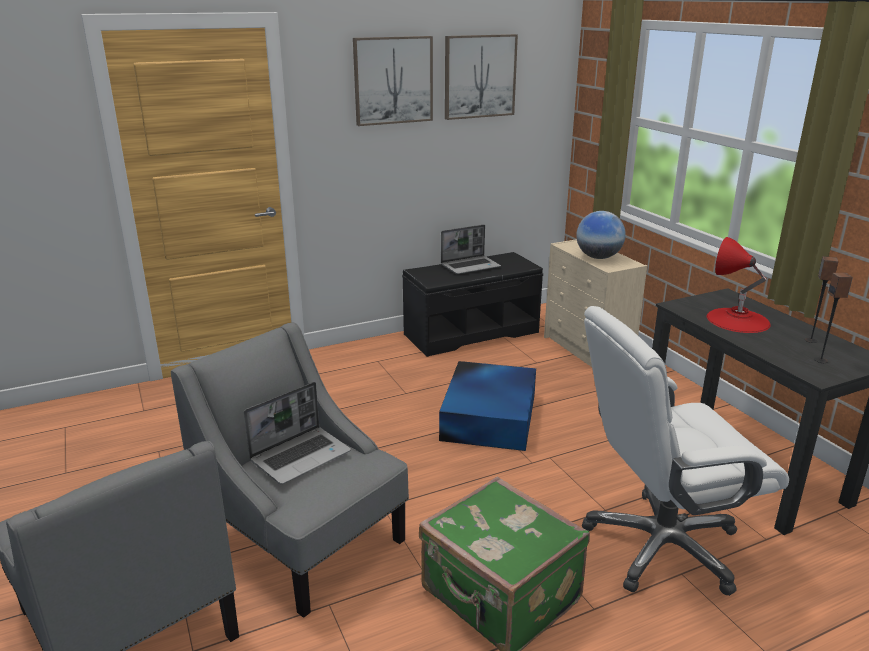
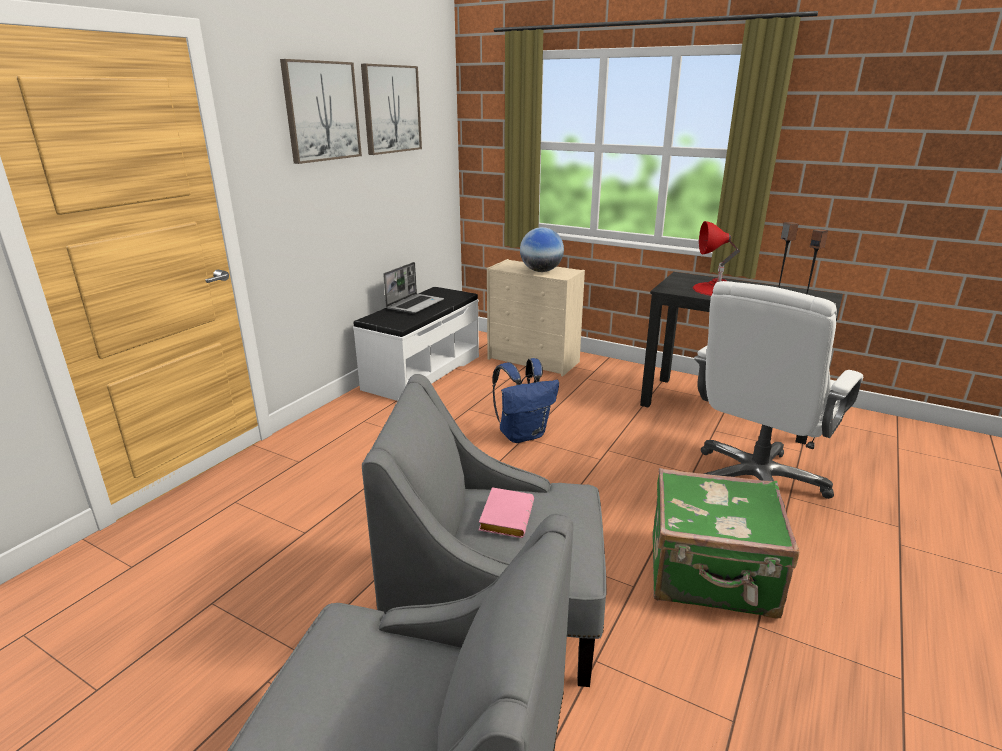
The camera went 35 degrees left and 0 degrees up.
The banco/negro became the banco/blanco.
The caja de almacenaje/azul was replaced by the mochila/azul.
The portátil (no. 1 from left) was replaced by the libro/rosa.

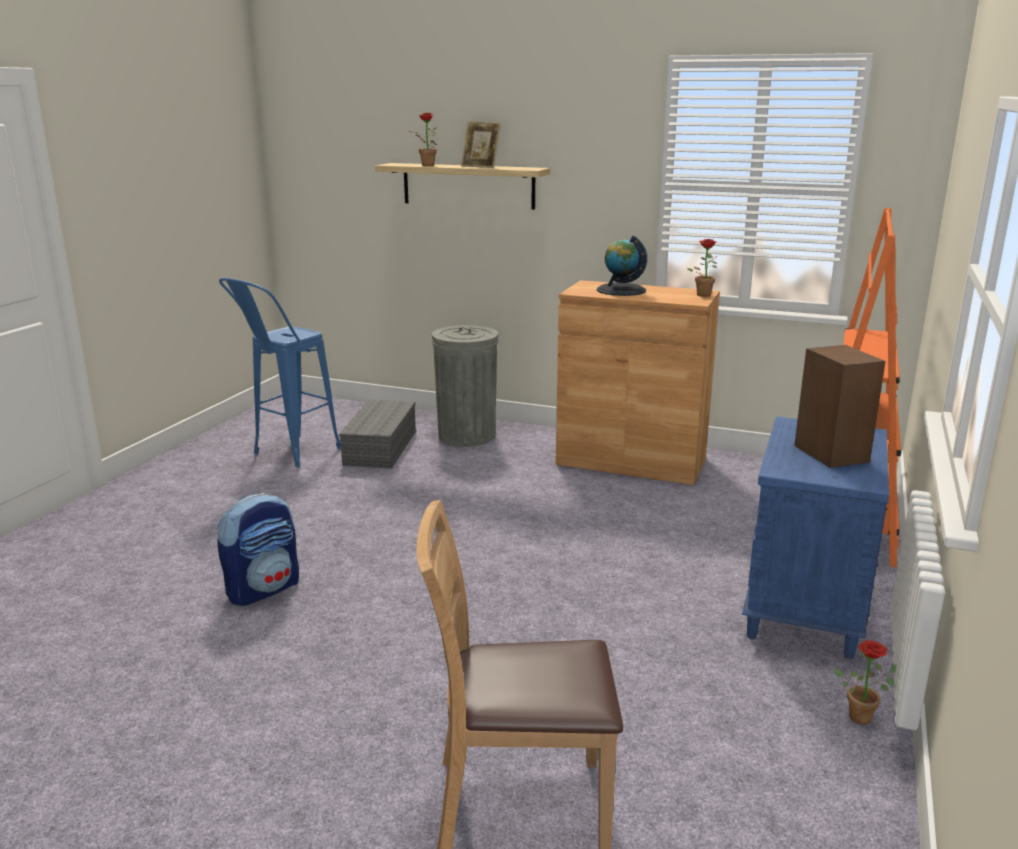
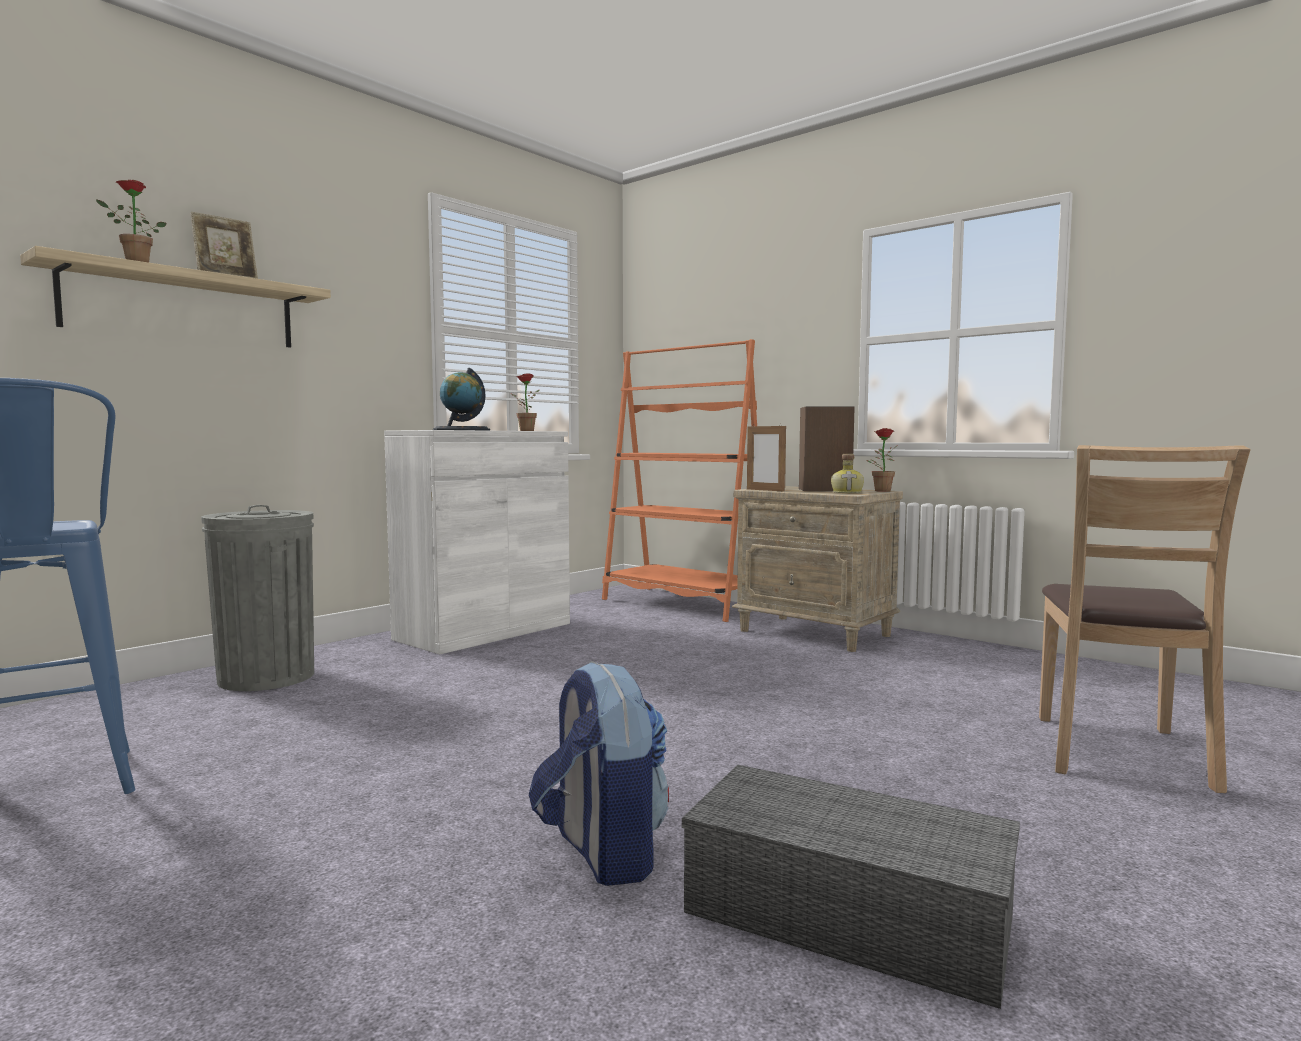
The camera went 70 degrees left and 15 degrees down.
The armario/marrón became the armario/blanco.
The caja de almacenaje/gris moved.
The mesita de noche/azul became the mesita de noche/beis.
The planta en maceta (no. 3 from left) moved.
The portarretratos (no. 2 from left) appeared.
The botella appeared.

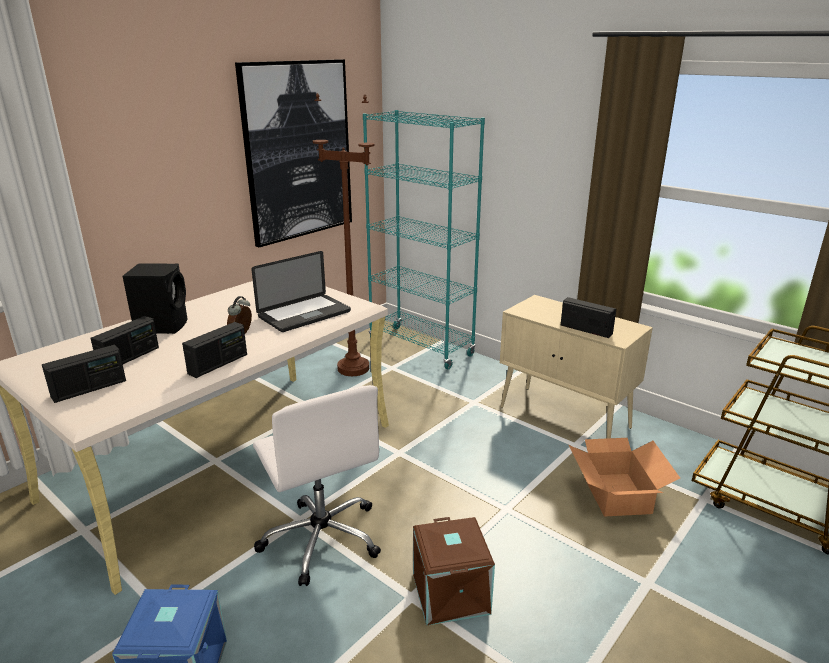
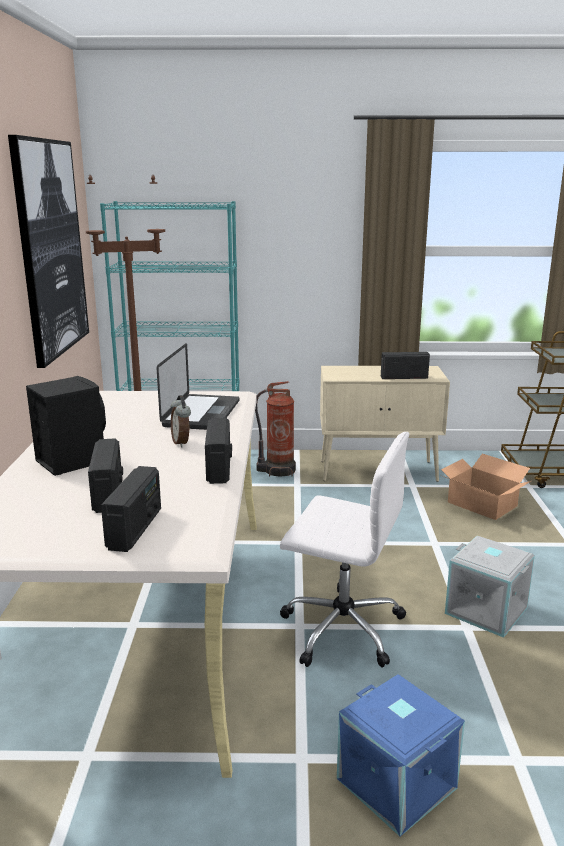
The camera went 40 degrees left and 5 degrees down.
The caja de almacenaje/marrón became the caja de almacenaje/gris.
The extintor appeared.

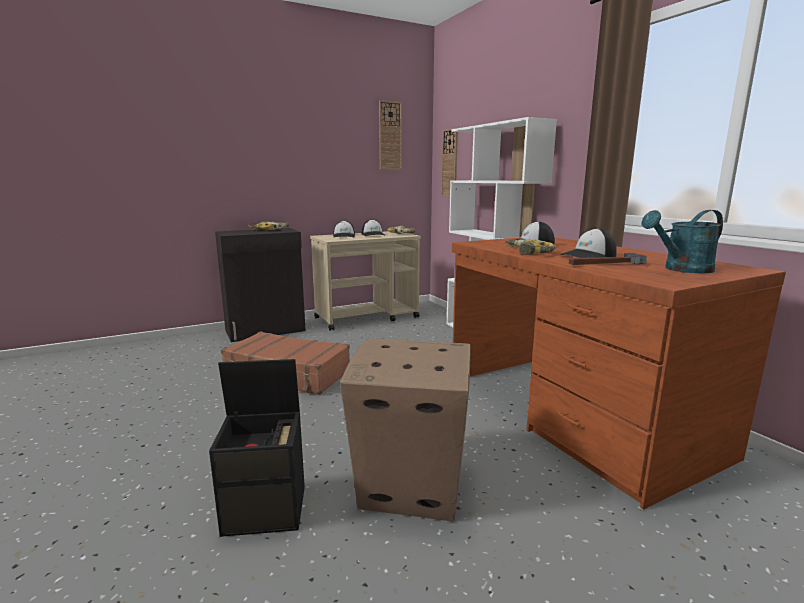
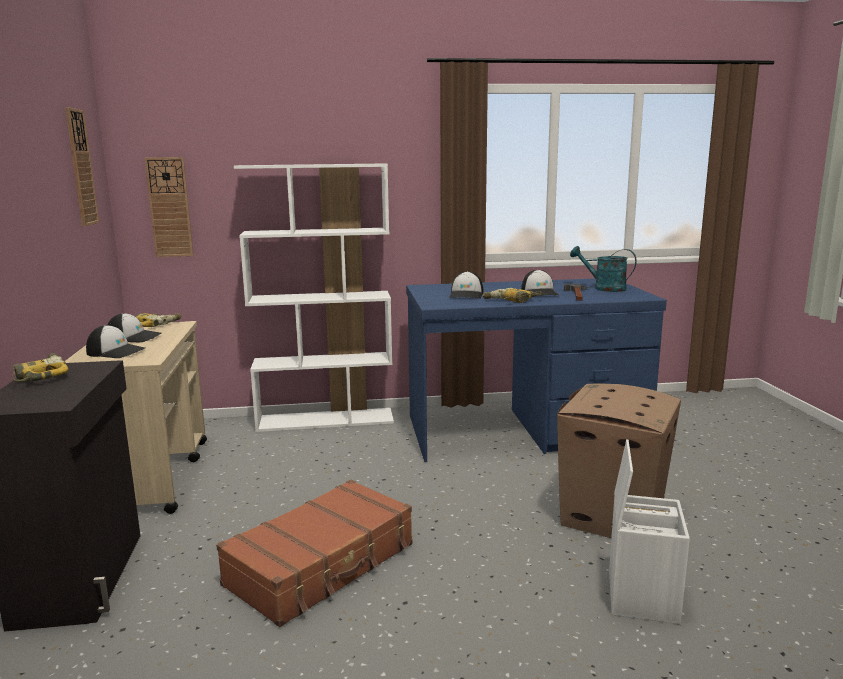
The camera went 70 degrees left and 0 degrees up.
The regadera/turquesa turned 120 degrees clockwise.
The escritorio/marrón became the escritorio/azul.
The caja de almacenaje/negro became the caja de almacenaje/blanco.

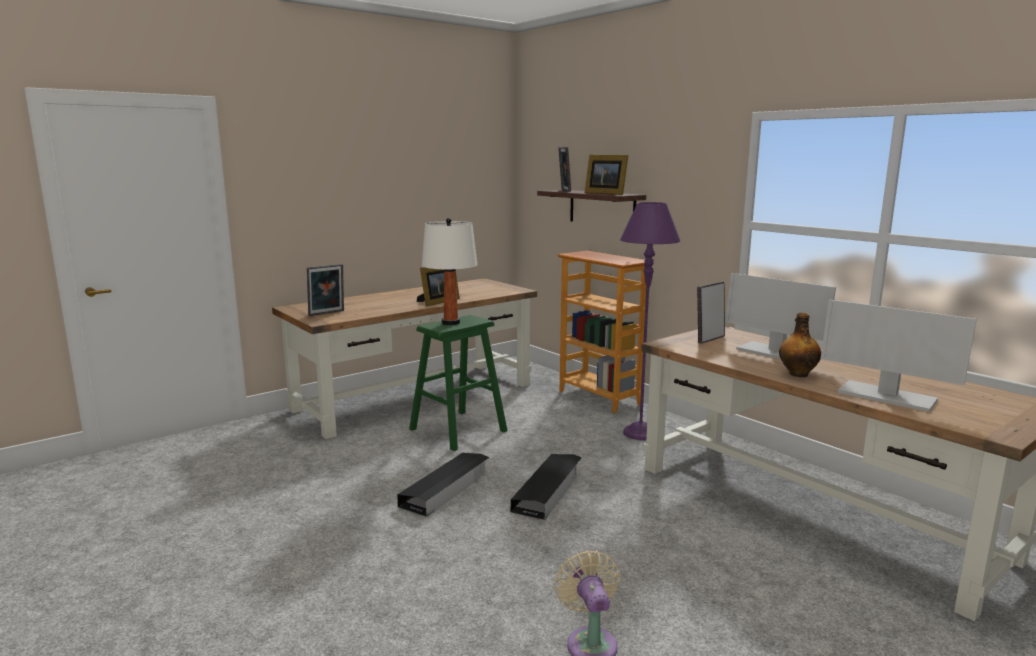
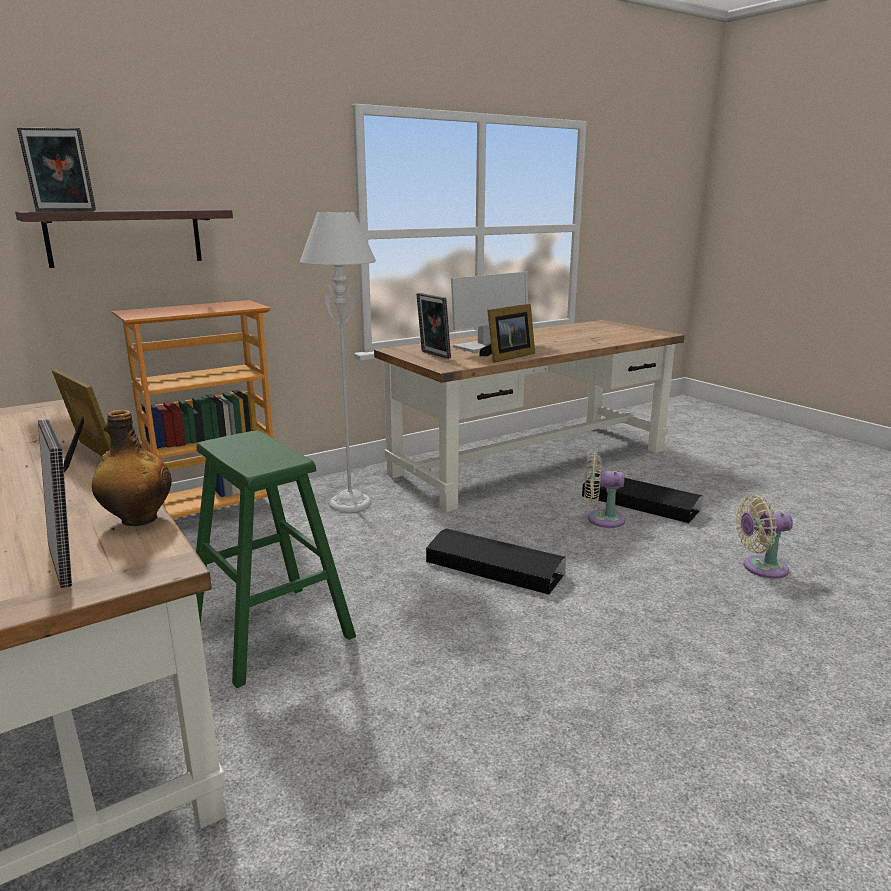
The camera went 85 degrees left and 5 degrees up.
The portarretratos (no. 4 from left in the first image) moved.
The lámpara de pie/morado became the lámpara de pie/gris.
The lámpara de mesa/blanco disappeared.
The monitor (no. 2 from left) disappeared.
The botella moved.
The caja de almacenaje/negro (no. 1 from left in the first image) moved.
The ventilador/beis (no. 1 from left) appeared.

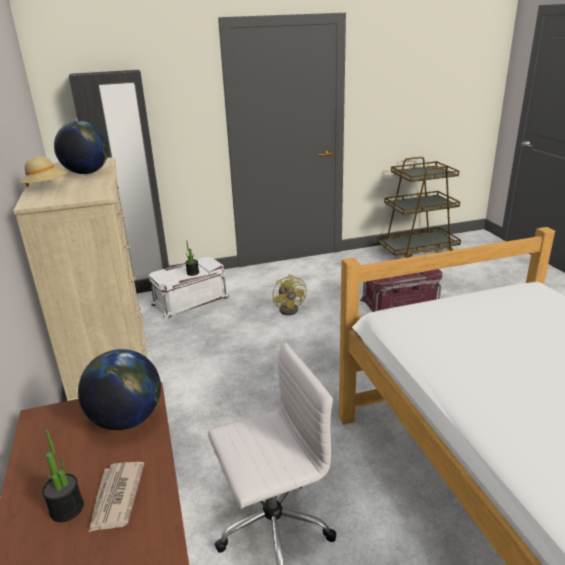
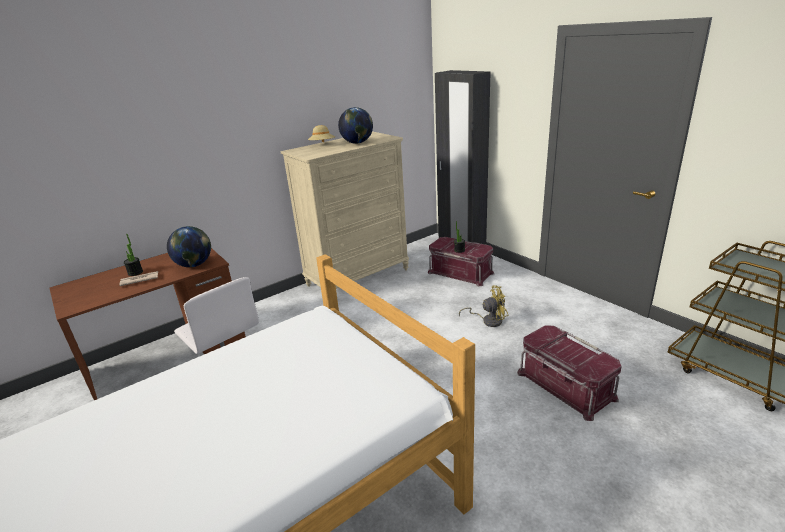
The camera went 70 degrees right and 0 degrees up.
The caja de almacenaje/blanco became the caja de almacenaje/rojo (no. 1 from left).
The ventilador/amarillo turned 150 degrees counterclockwise.

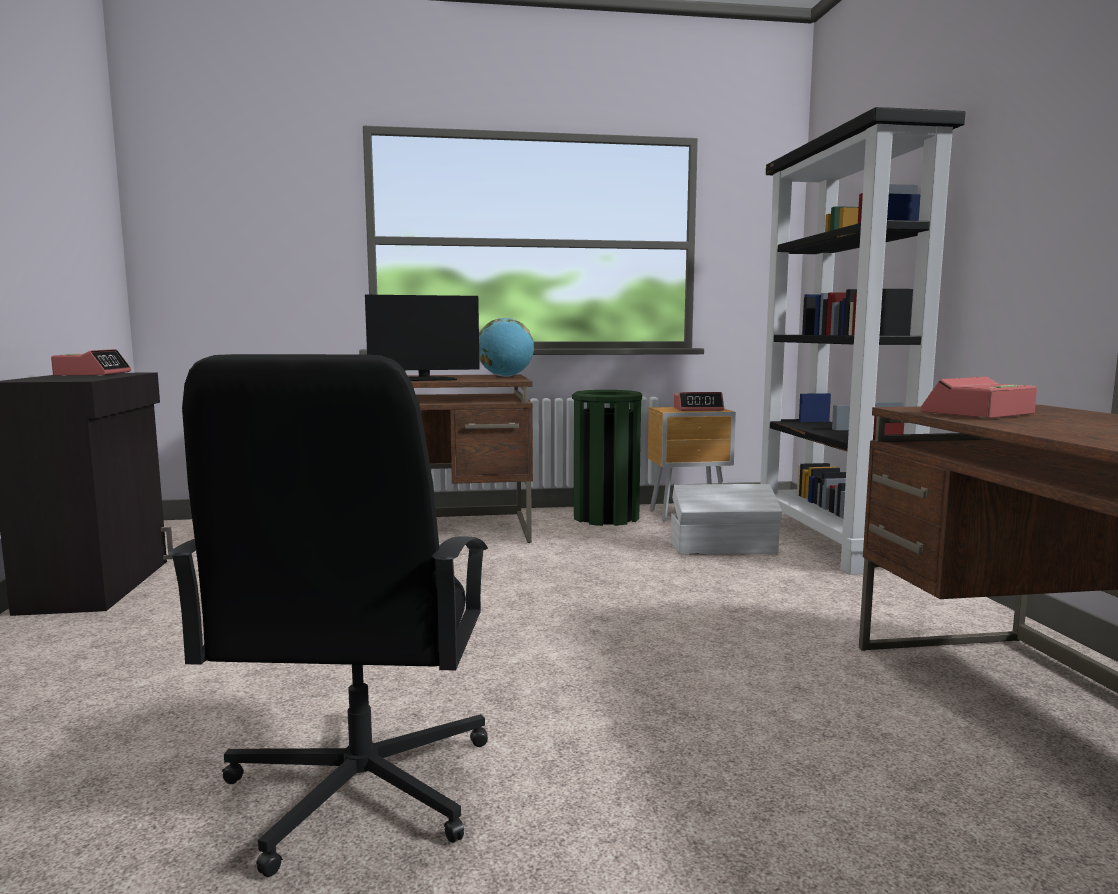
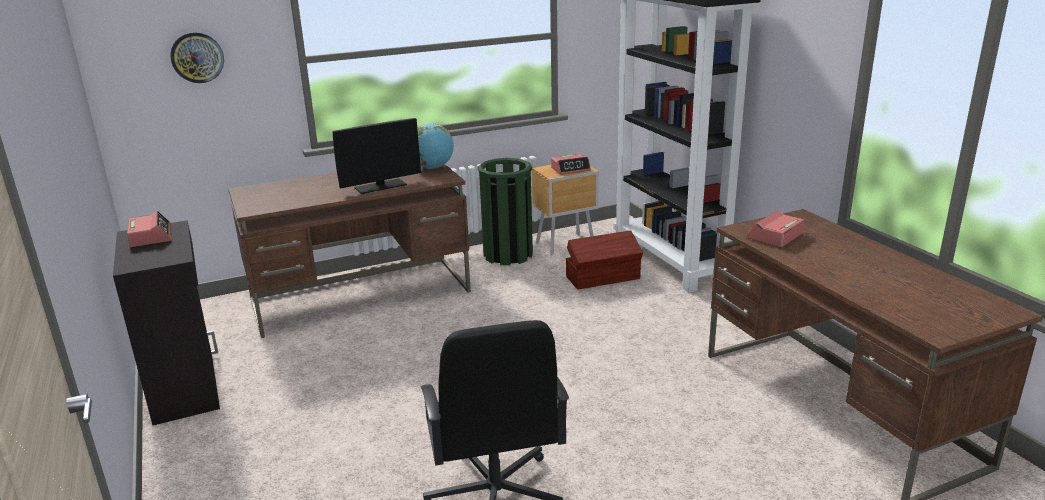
The camera went 15 degrees left and 15 degrees up.
The caja de almacenaje/blanco became the caja de almacenaje/marrón.
The reloj de pared appeared.

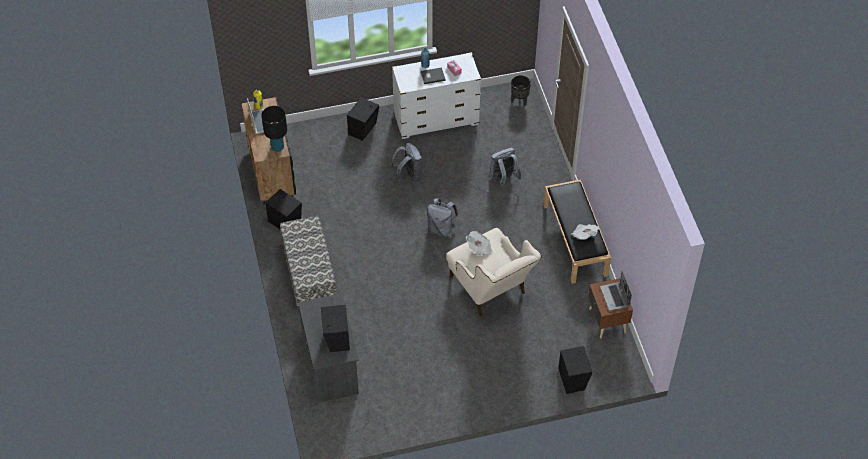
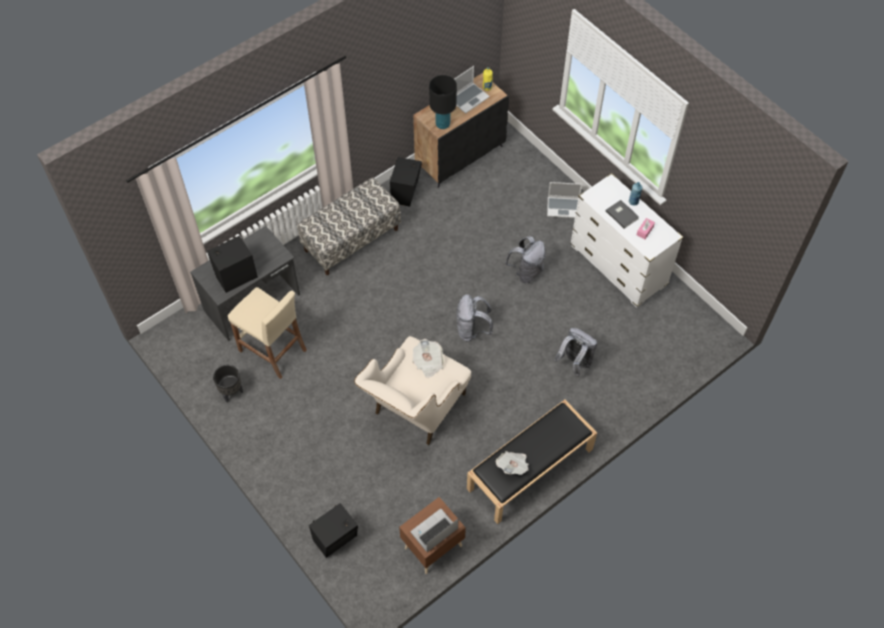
The camera went 65 degrees right and 5 degrees up.
The maceta/negro moved.
The altavoz/negro (no. 3 from left) was replaced by the portátil (no. 3 from left).
The taburete/beis appeared.

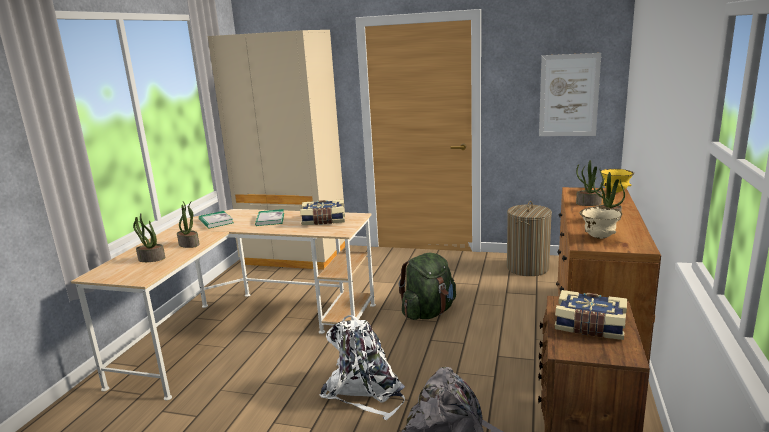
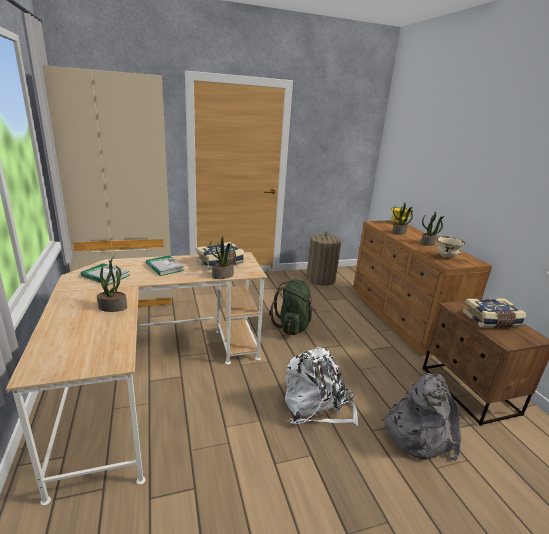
The camera went 35 degrees left and 5 degrees up.
The cuadro disappeared.
The planta en maceta (no. 1 from left in the first image) moved.

